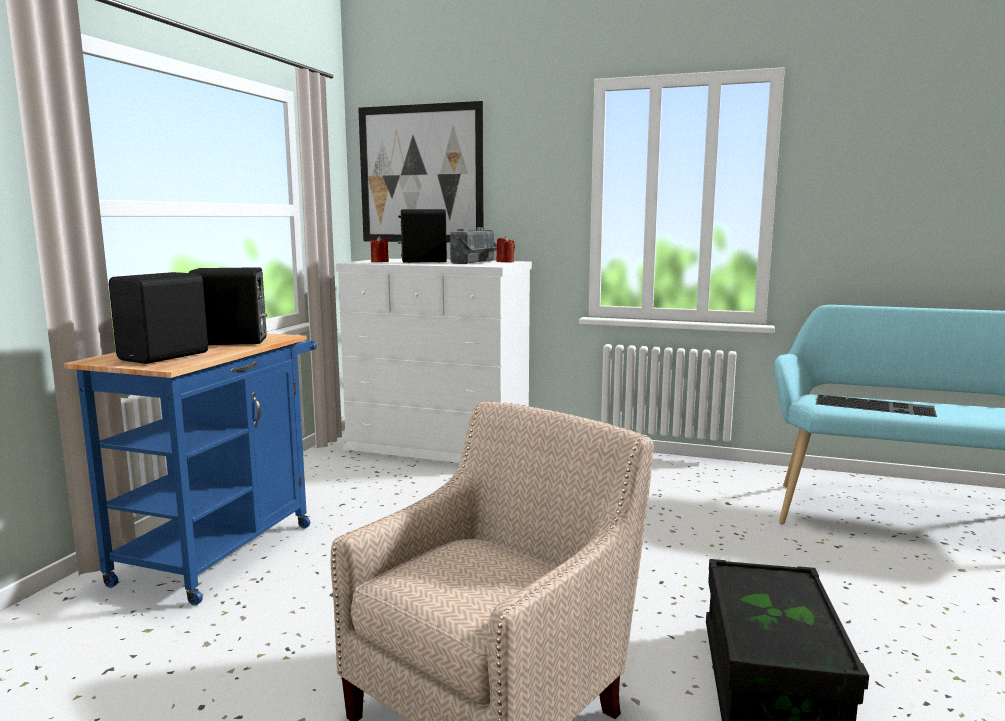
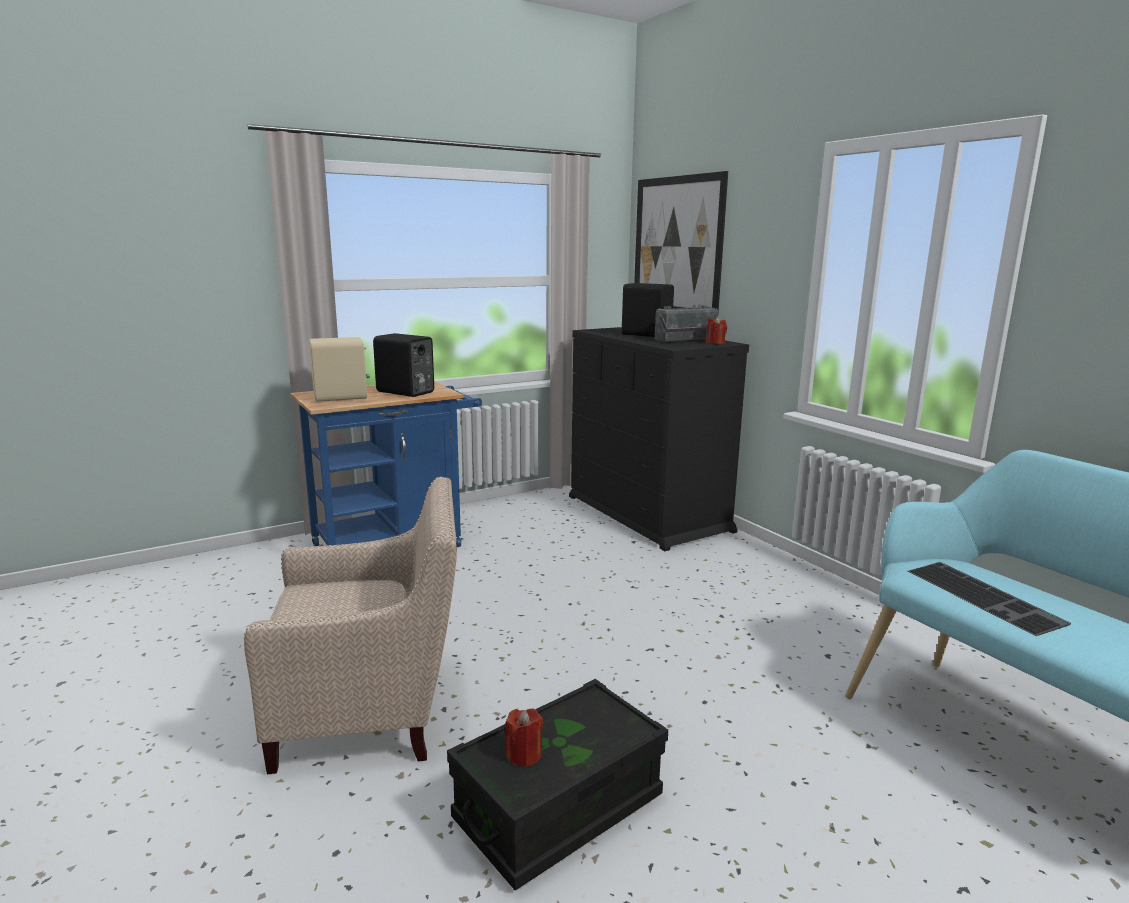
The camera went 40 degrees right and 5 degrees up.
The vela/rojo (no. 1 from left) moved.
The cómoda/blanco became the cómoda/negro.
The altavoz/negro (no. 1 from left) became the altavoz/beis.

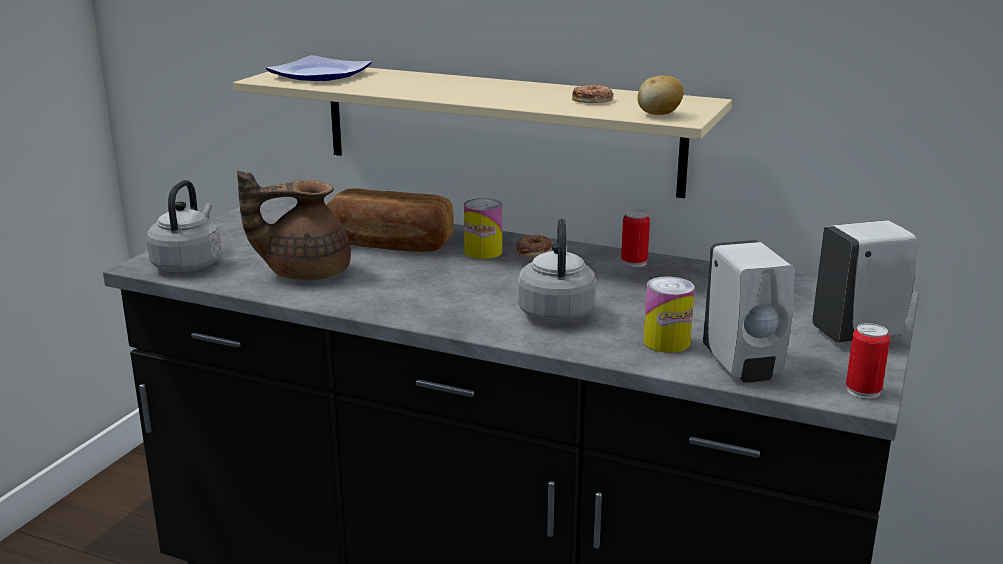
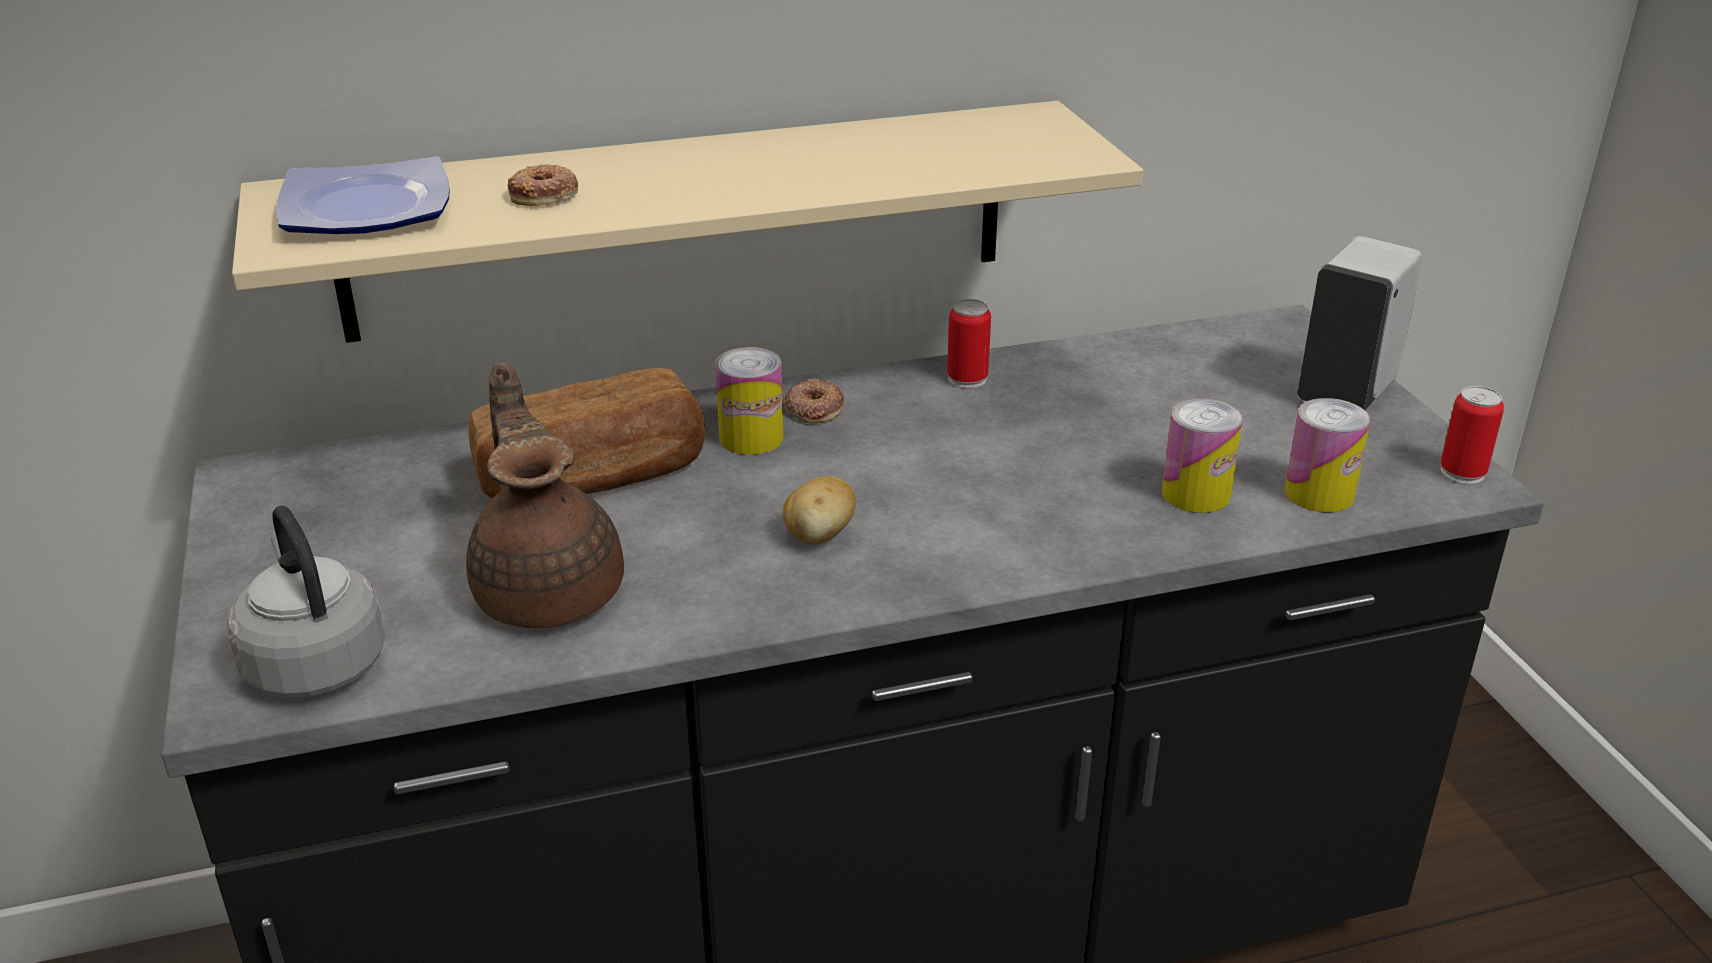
The camera went 40 degrees left and 10 degrees up.
The patata moved.
The rosquilla (no. 2 from left in the first image) moved.
The tetera/marrón turned 120 degrees clockwise.
The hervidor/gris (no. 2 from left) disappeared.
The dispensador de jabón/blanco (no. 1 from left) was replaced by the lata (no. 4 from left).

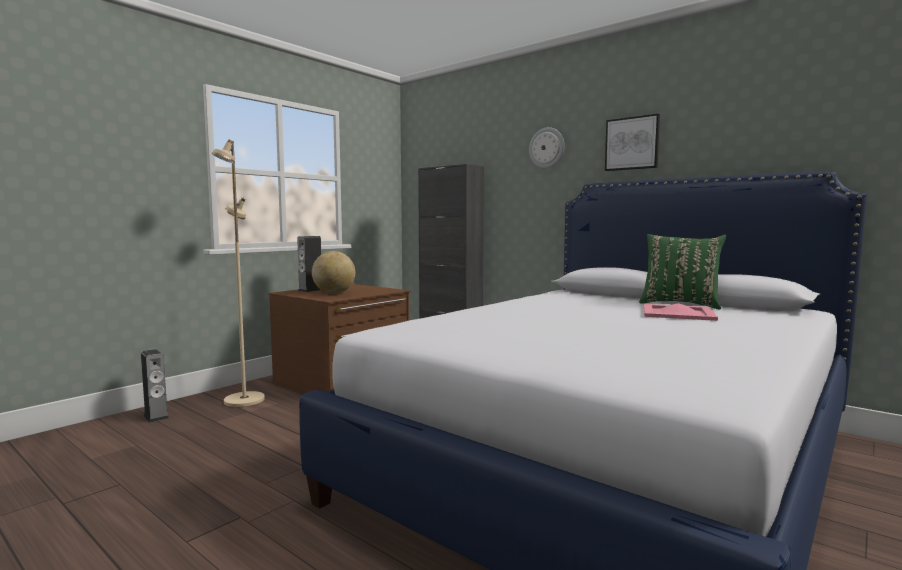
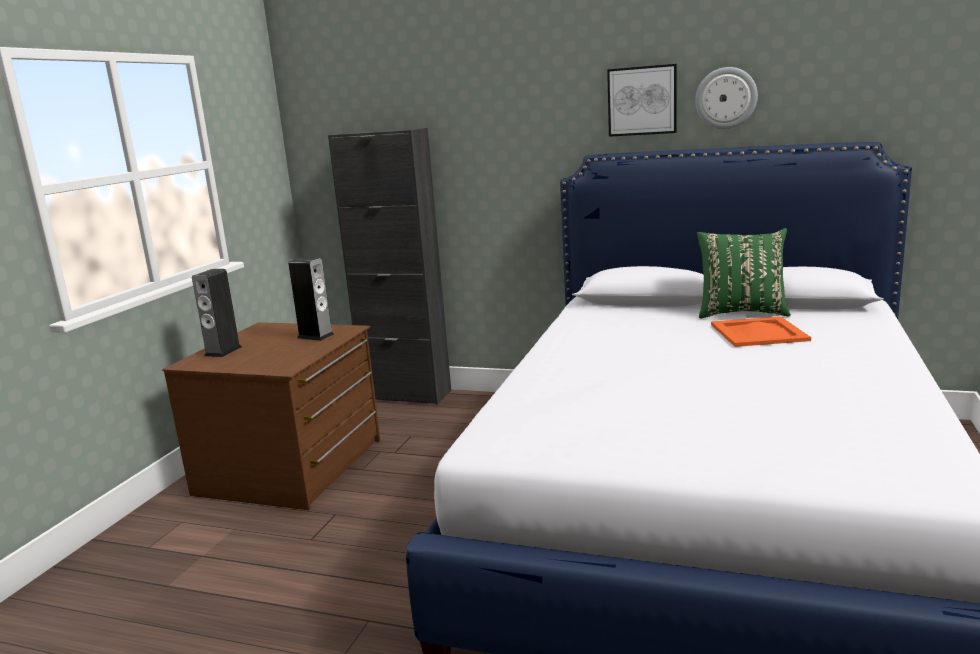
The camera went 20 degrees left and 10 degrees up.
The reloj de pared moved.
The lámpara de pie/beis disappeared.
The globo terráqueo disappeared.
The bandeja/rosa became the bandeja/naranja.
The altavoz (no. 1 from left in the first image) moved.

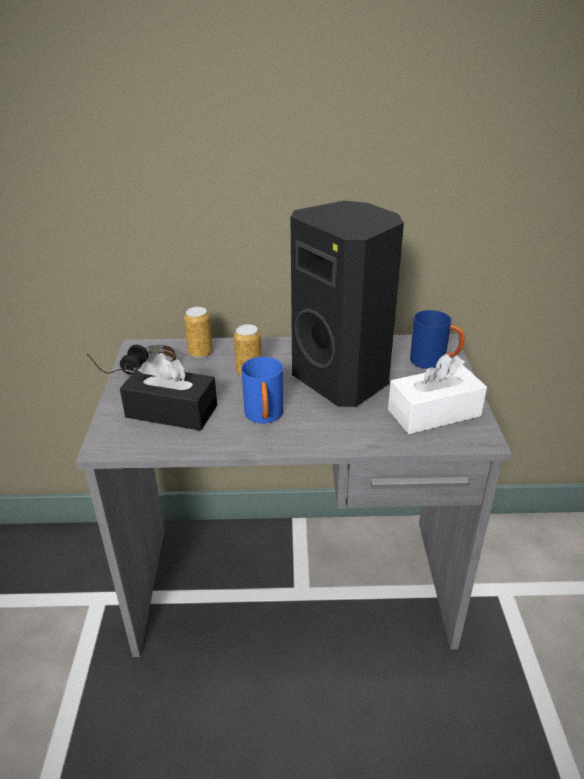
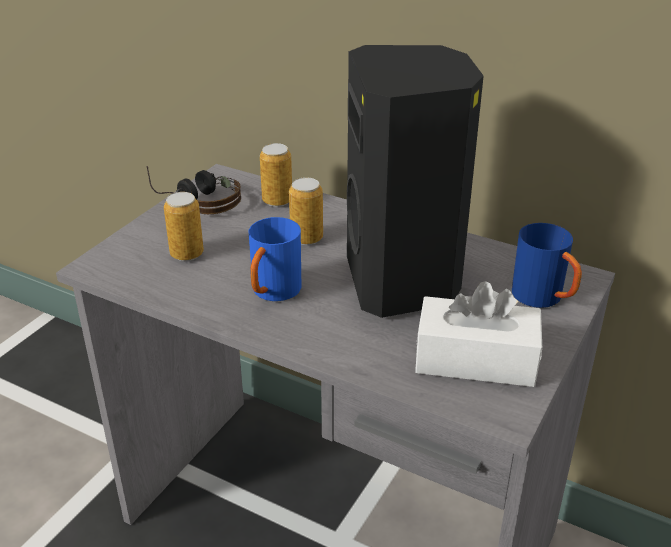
The camera went 30 degrees right and 0 degrees up.
The caja de pañuelos/negro was replaced by the lata (no. 1 from left).

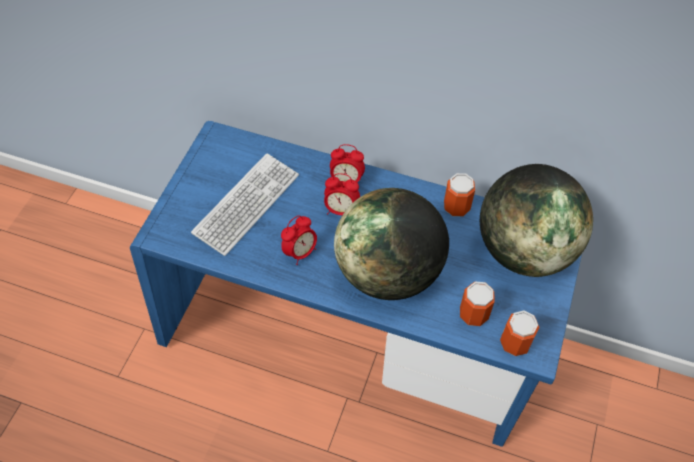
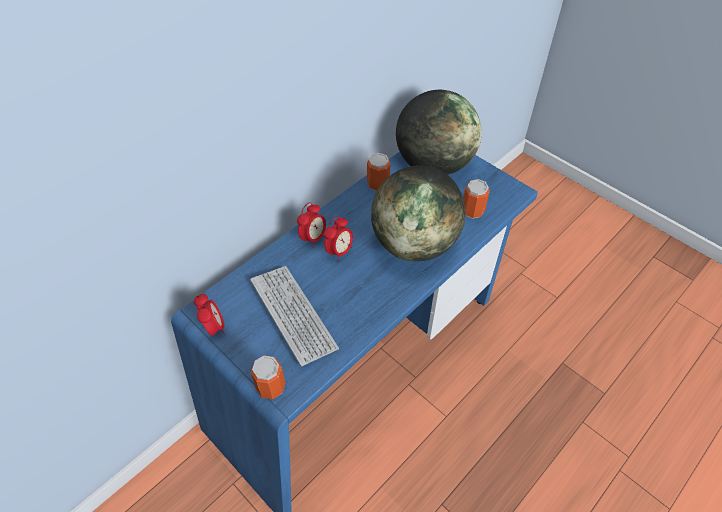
The camera went 65 degrees left and 5 degrees down.
The despertador (no. 1 from left) moved.
The lata (no. 3 from left in the first image) moved.

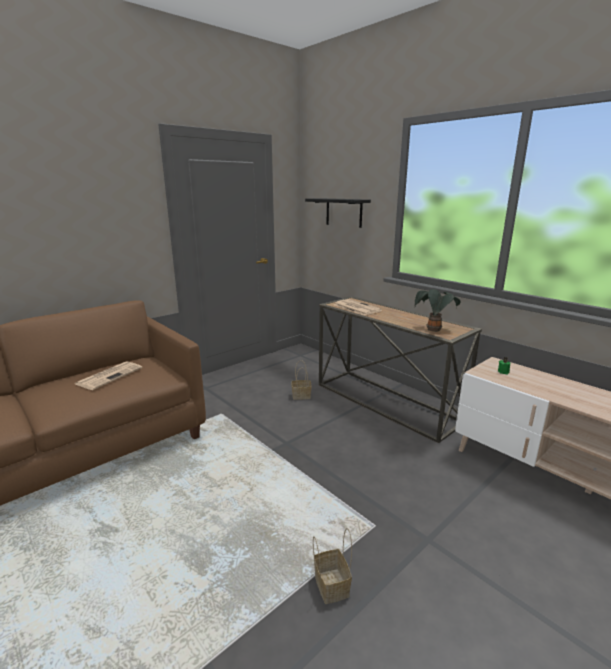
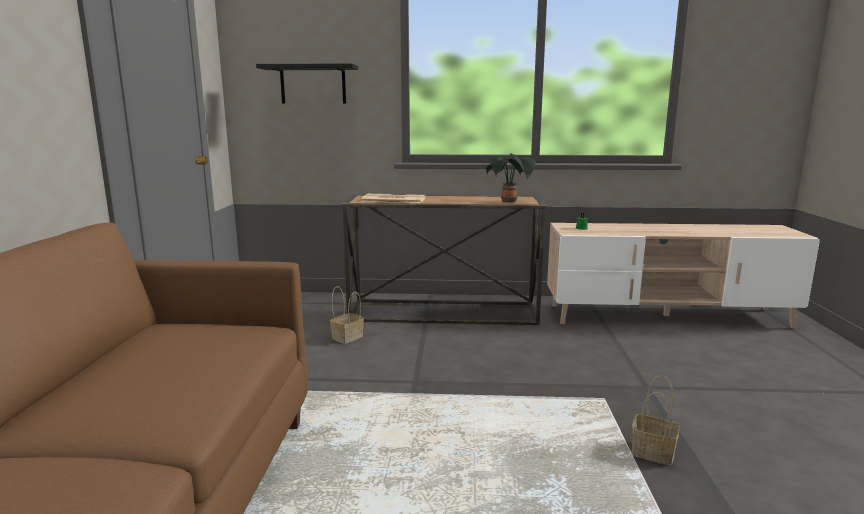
The camera went 45 degrees left and 5 degrees down.
The periódico (no. 1 from left) disappeared.

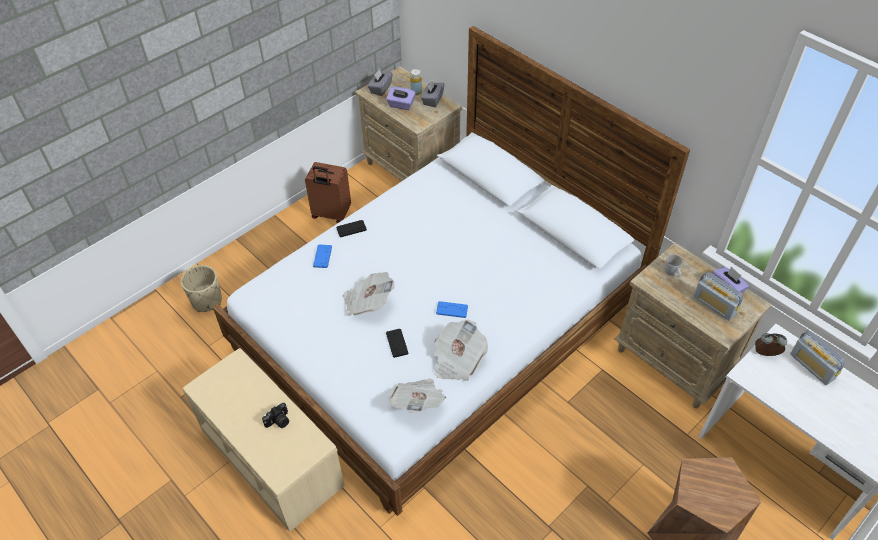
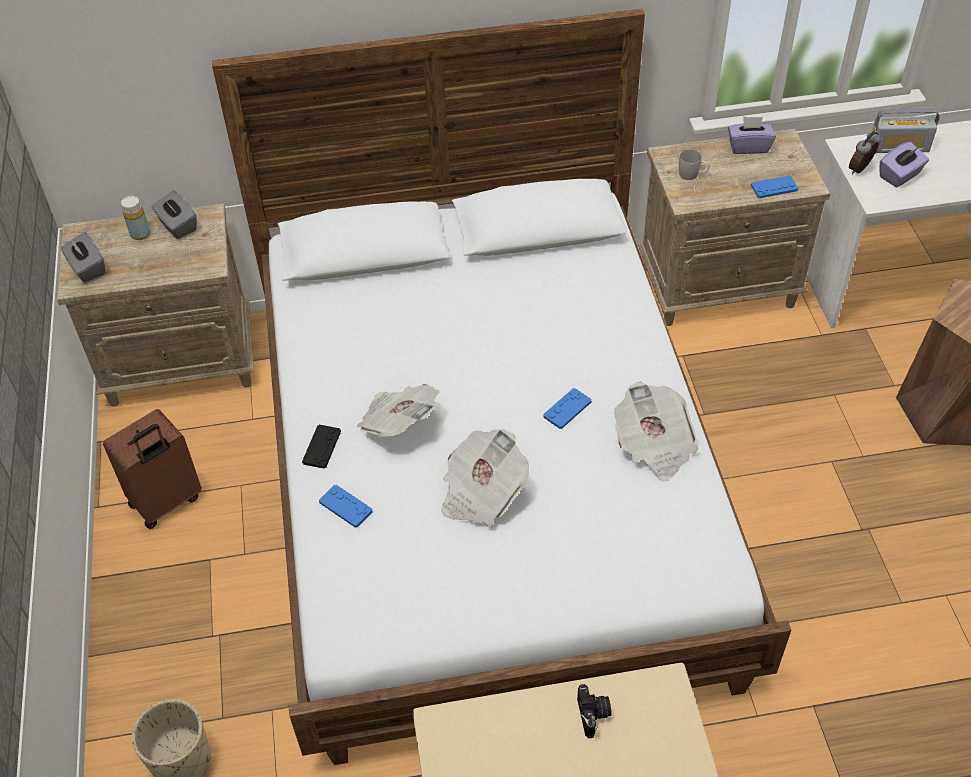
The camera went 55 degrees left and 0 degrees up.
The caja de pañuelos/morado (no. 1 from left in the first image) moved.
The radio (no. 1 from left) disappeared.
The mando de consola/negro (no. 2 from left) disappeared.
The periódico (no. 2 from left in the first image) moved.
The mando de consola/azul (no. 3 from left) appeared.

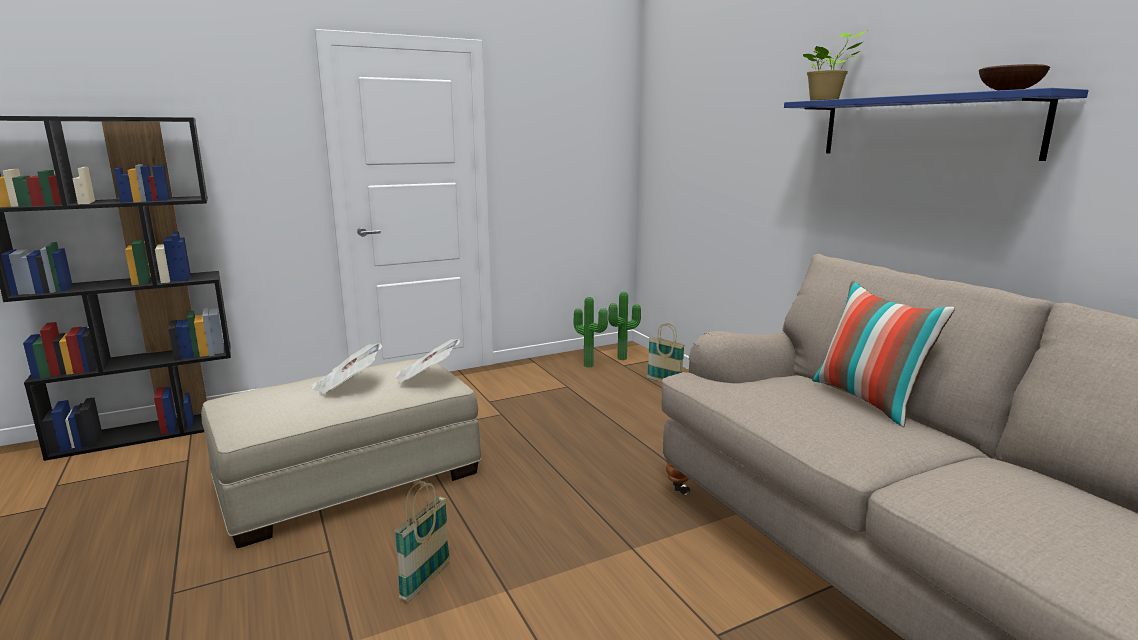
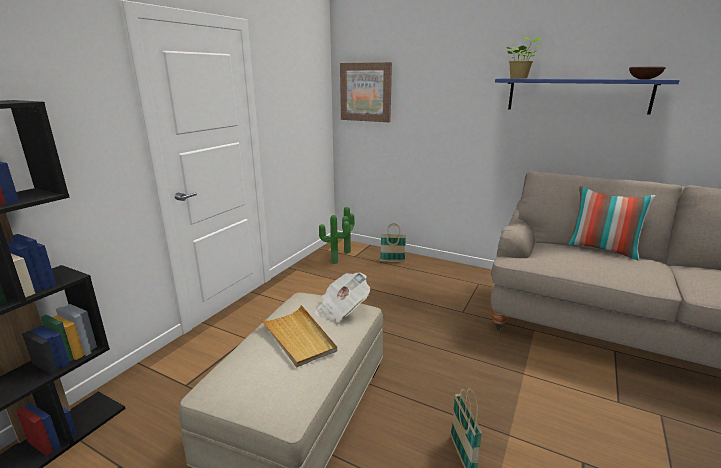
The camera went 35 degrees left and 5 degrees up.
The periódico (no. 1 from left) was replaced by the bandeja/beis.
The cuadro appeared.

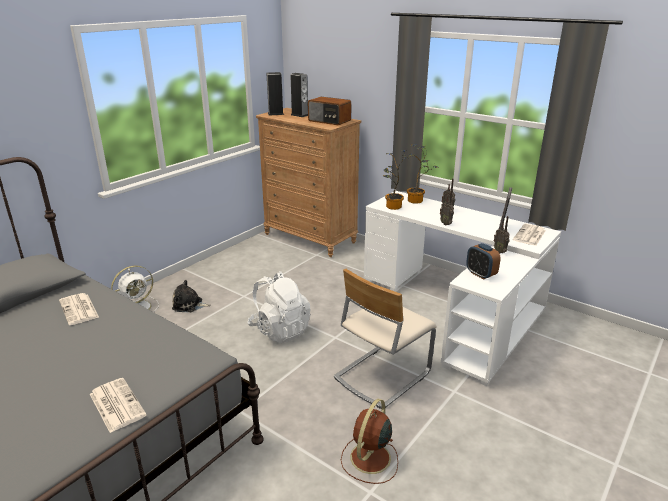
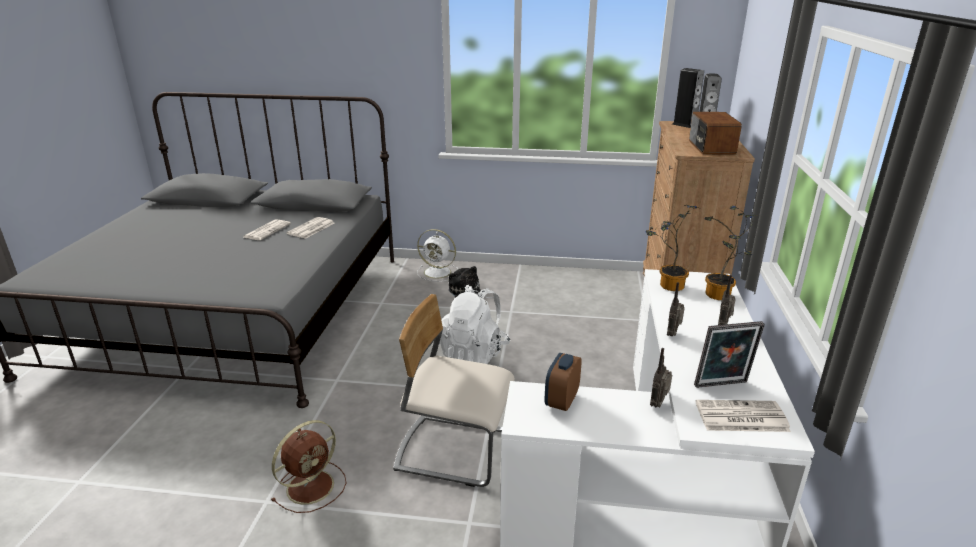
The camera went 60 degrees right and 0 degrees up.
The periódico (no. 2 from left in the first image) moved.
The ventilador/marrón turned 135 degrees clockwise.

